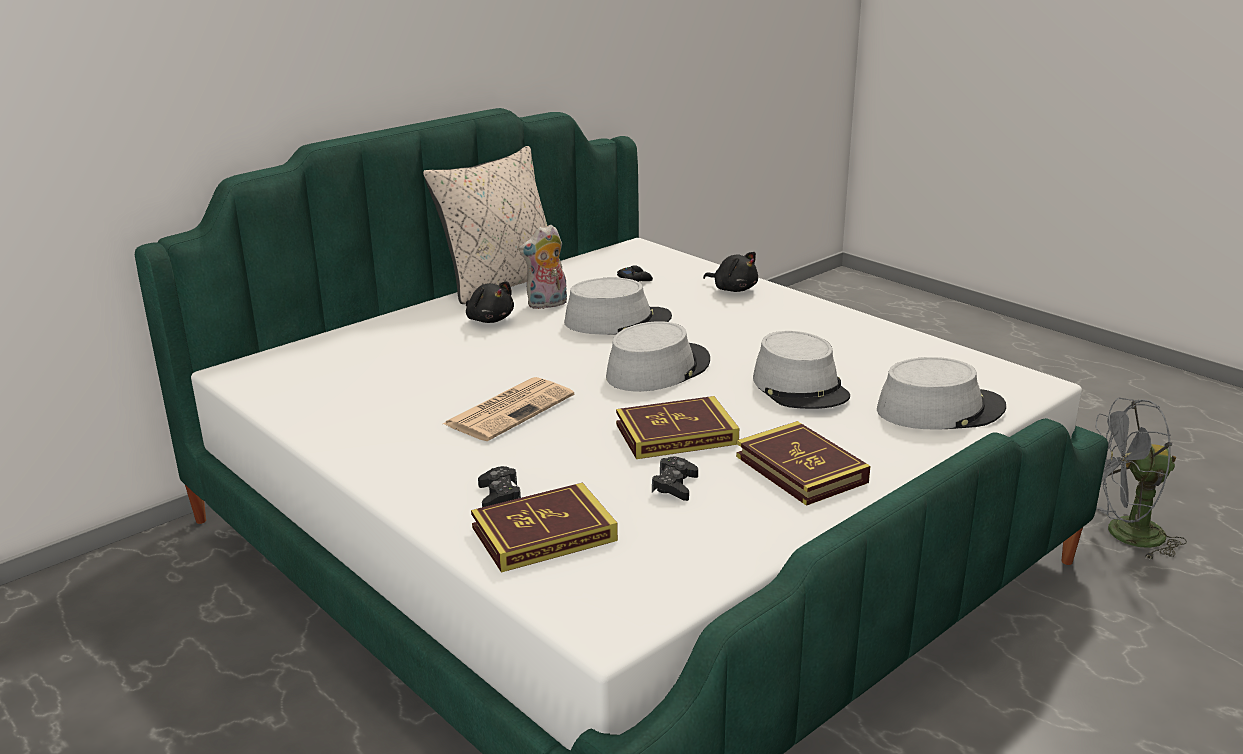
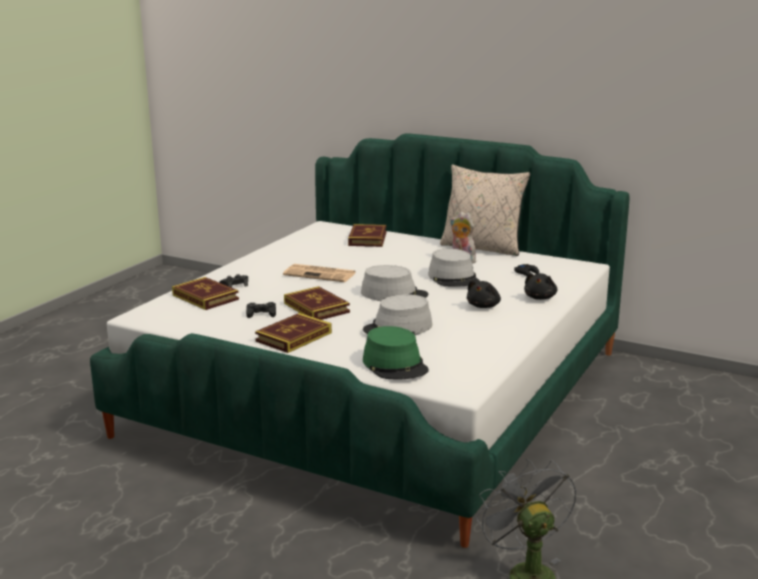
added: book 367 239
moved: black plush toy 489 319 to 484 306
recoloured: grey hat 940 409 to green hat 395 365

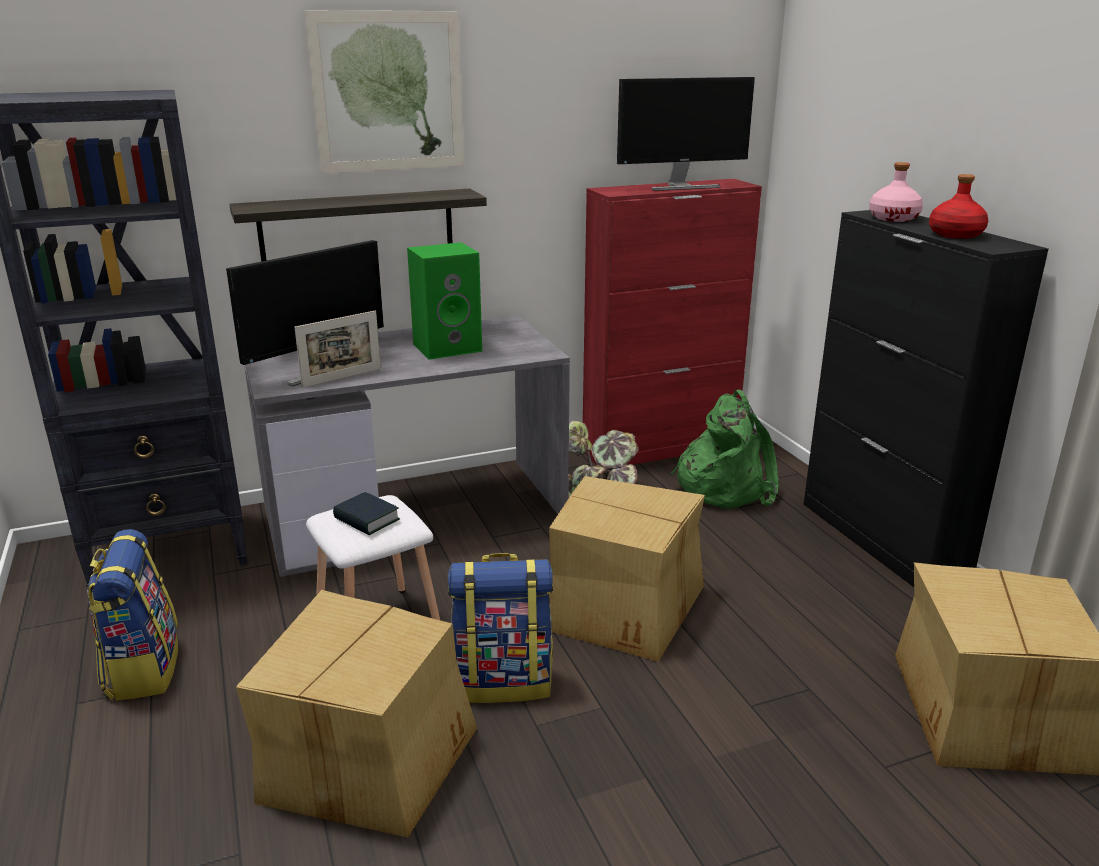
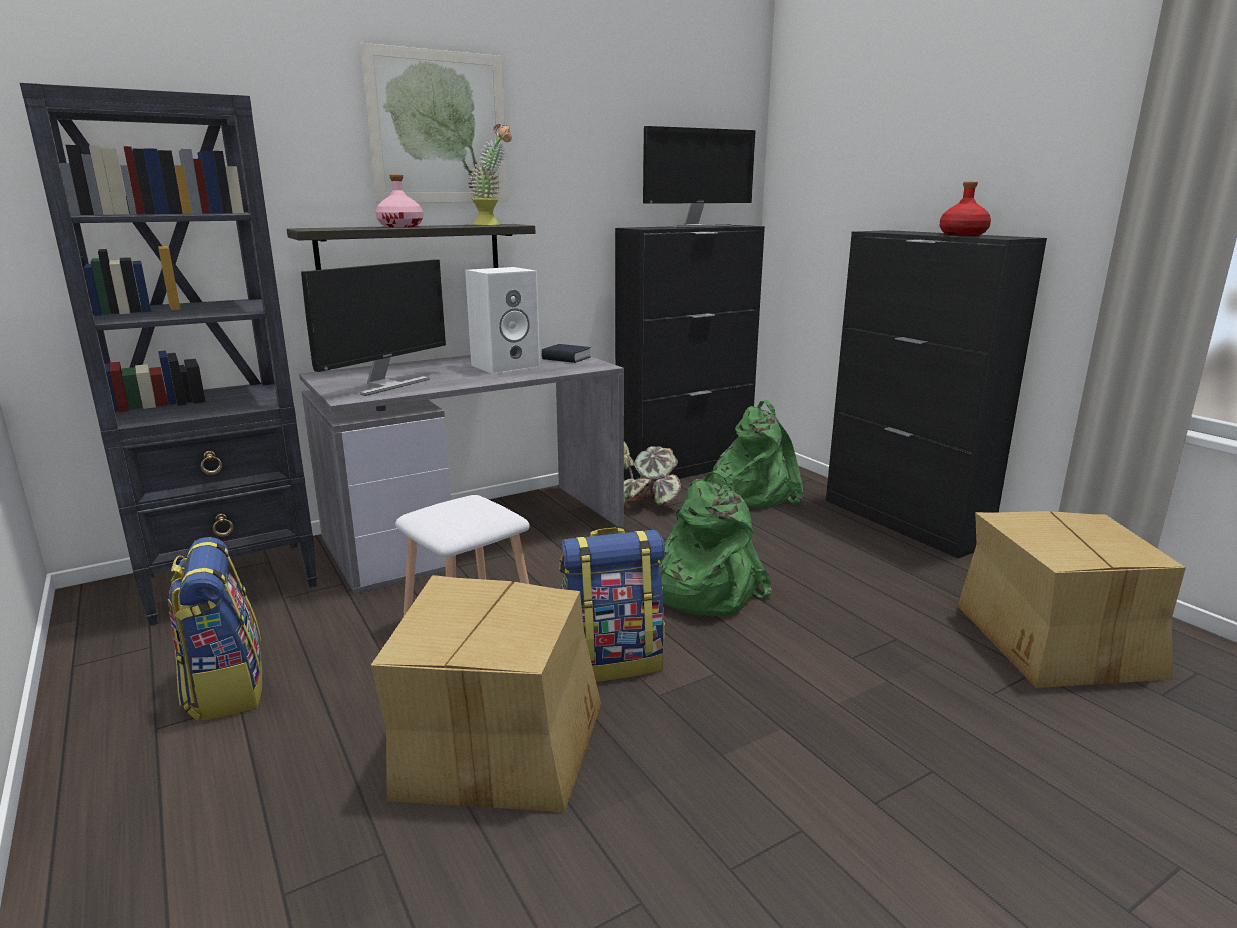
removed: picture frame 342 378
added: potted plant 493 224
moved: book 366 519 to 566 358; pink bottle 893 218 to 401 226
replaced: cardboard box 623 606 to green backpack 701 590
recoloured: green speaker 448 347 to white speaker 506 365; red cabinet 661 448 to black cabinet 685 468

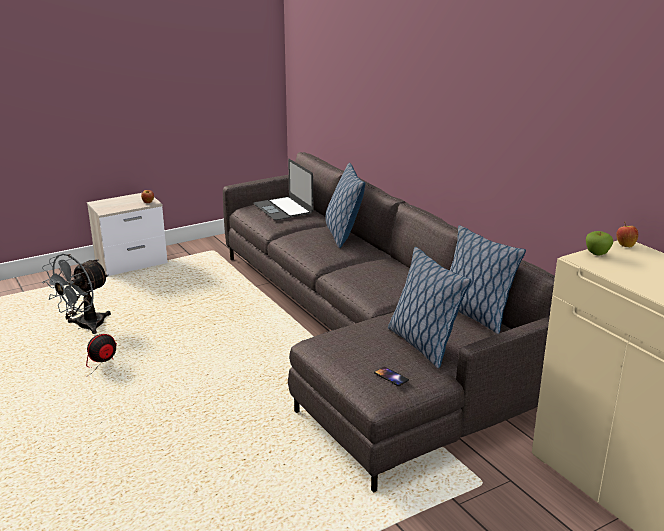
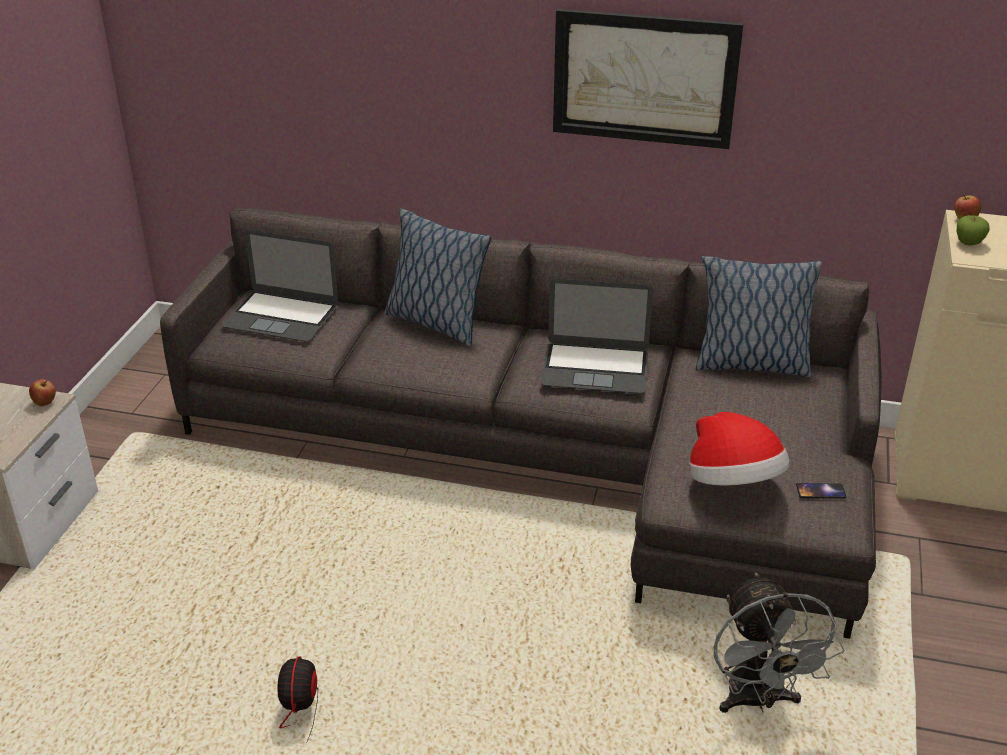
removed: pillow 422 344
added: laptop 595 368; picture 644 78; hat 733 483
moved: grey fan 84 327 to 757 701

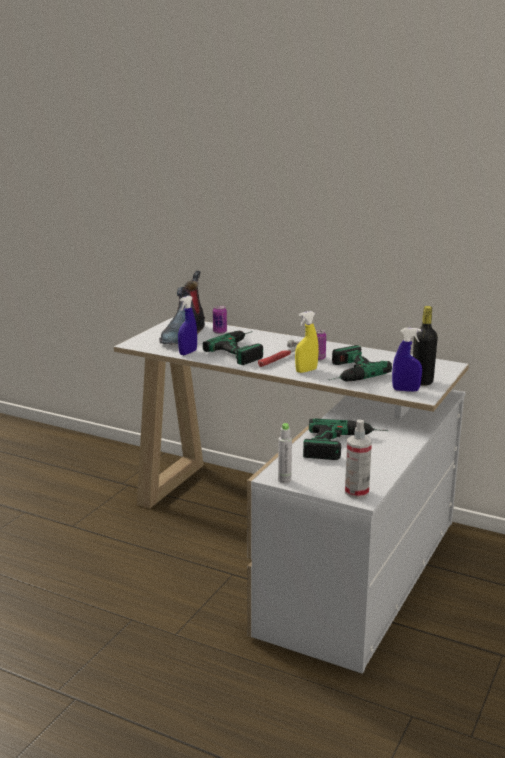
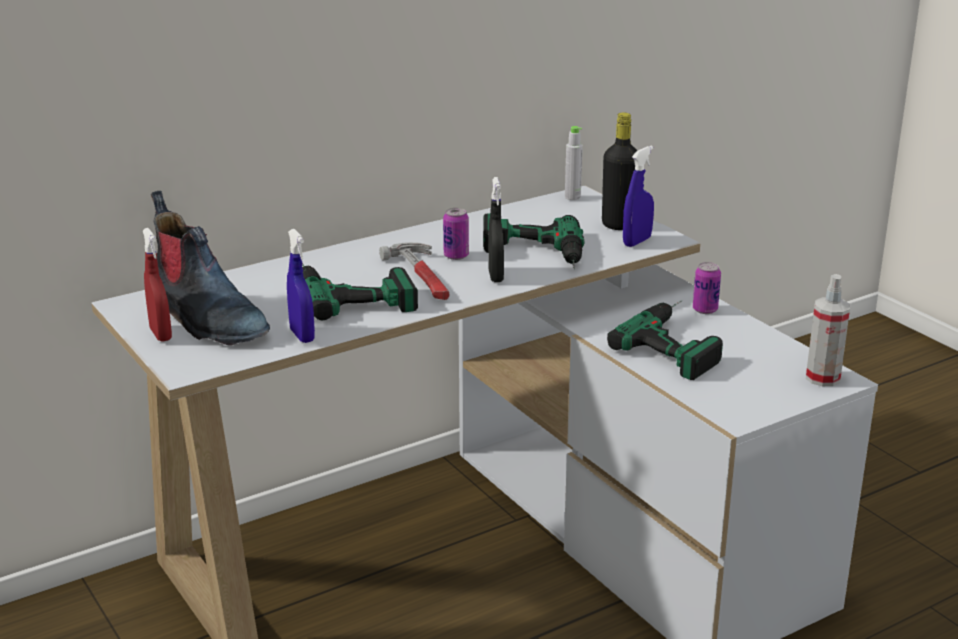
added: red spray bottle 160 334
moved: can 220 332 to 705 310; grey bottle 284 480 to 572 197
recoloured: yellow spray bottle 306 371 to black spray bottle 495 276

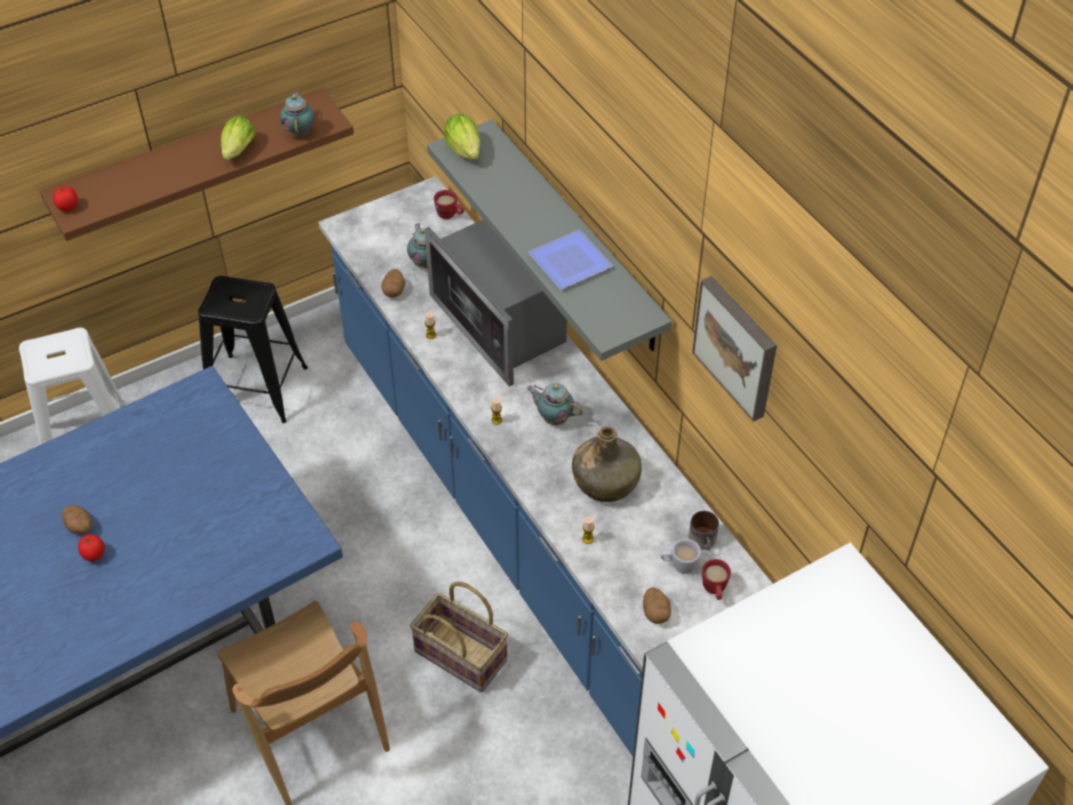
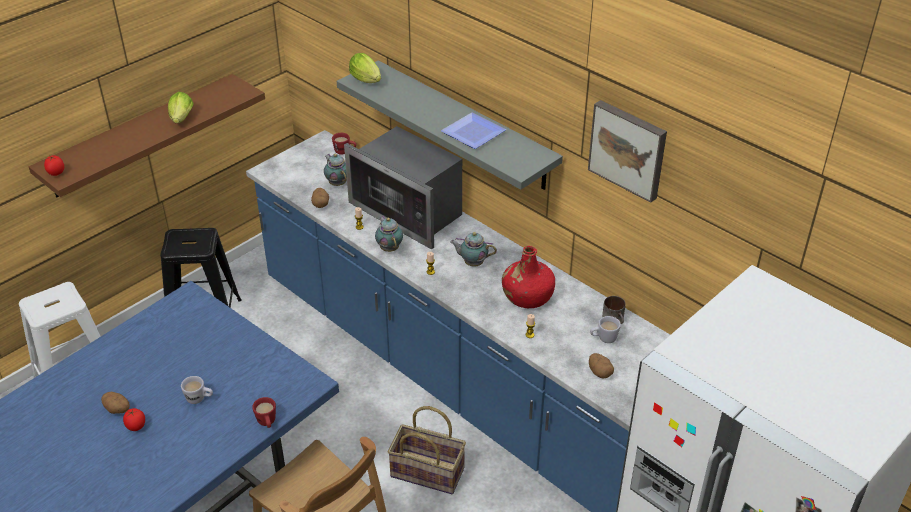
added: white mug 199 399
moved: teapot 300 132 to 389 248; red mug 714 590 to 267 423
recoloured: green bottle 606 482 to red bottle 527 296

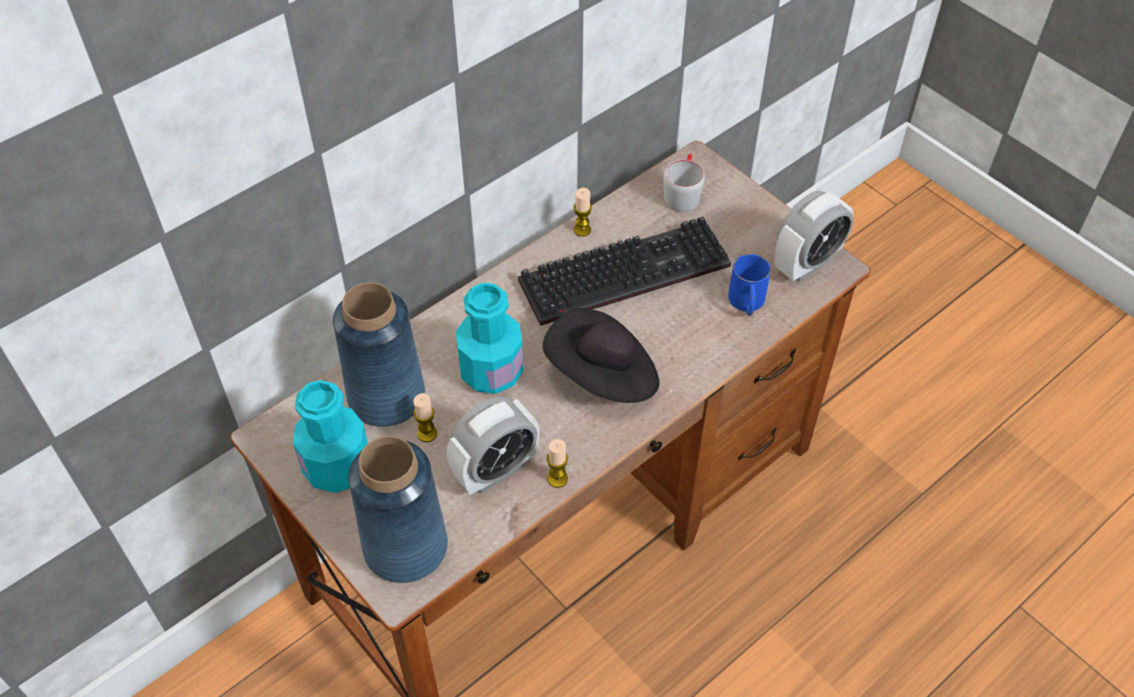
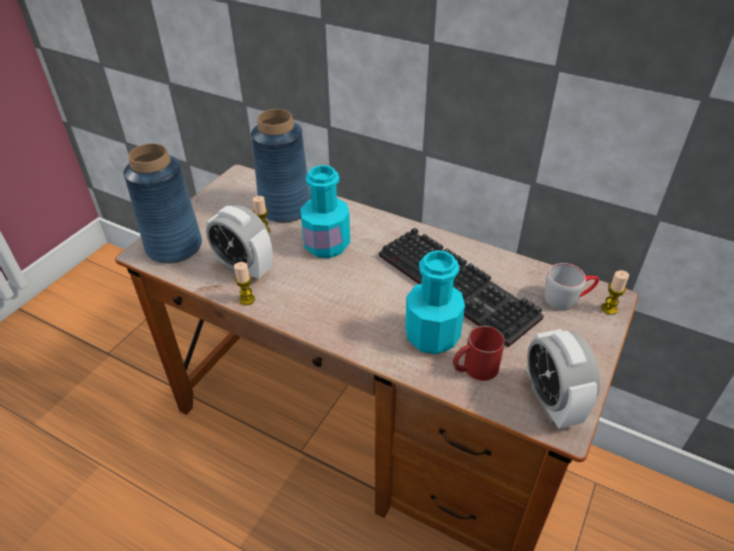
removed: black hat 603 376
moved: turquoise bottle 337 467 to 432 336; candle 582 230 to 609 308
recoloured: blue mug 747 303 to red mug 474 368
turned: alarm clock 807 263 = 551 402 45 degrees clockwise

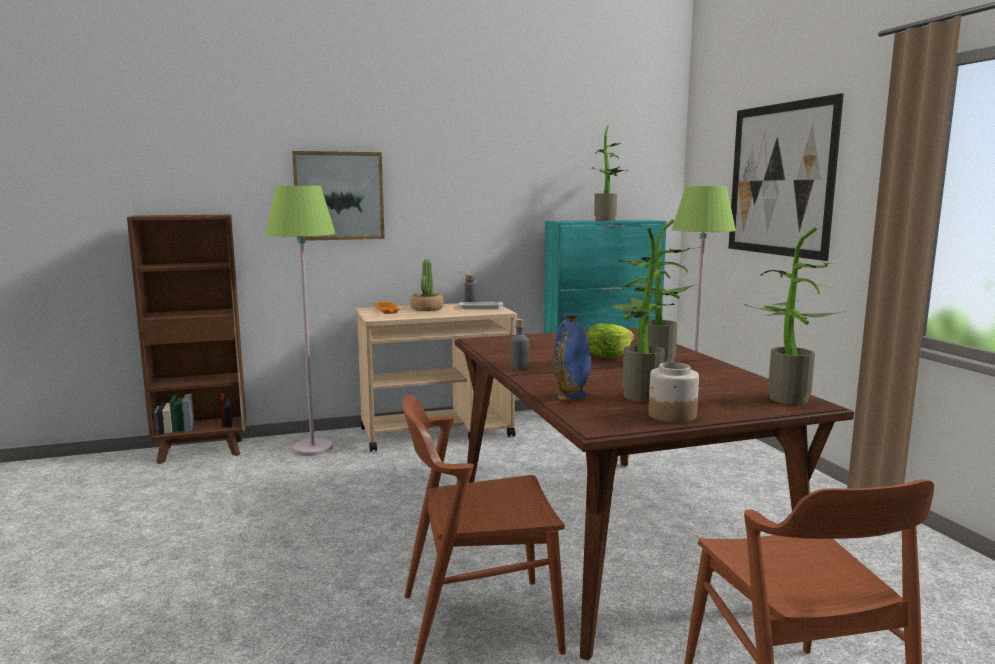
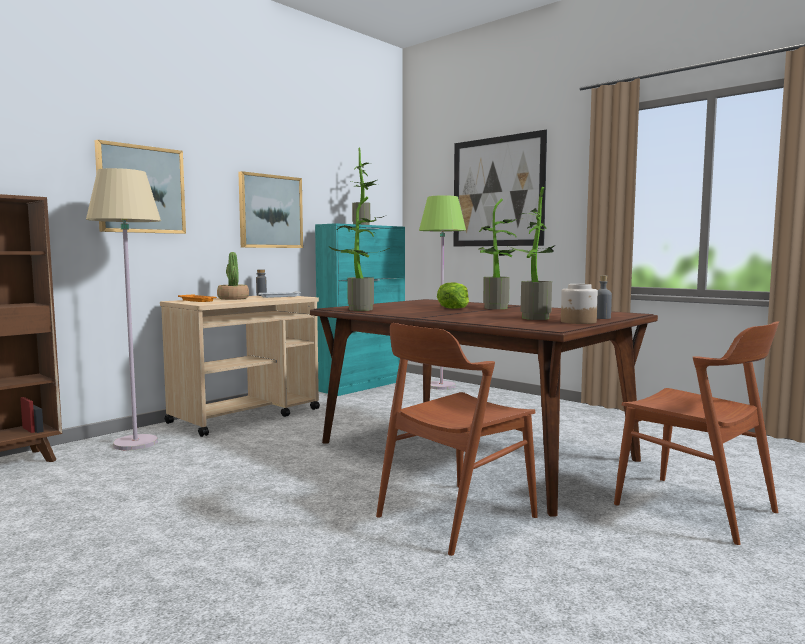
removed: blue vase 572 397
added: picture 270 211
moved: grey bottle 519 367 to 602 318; potted plant 784 400 to 358 310
recoloured: green floor lamp 312 448 to beige floor lamp 136 443

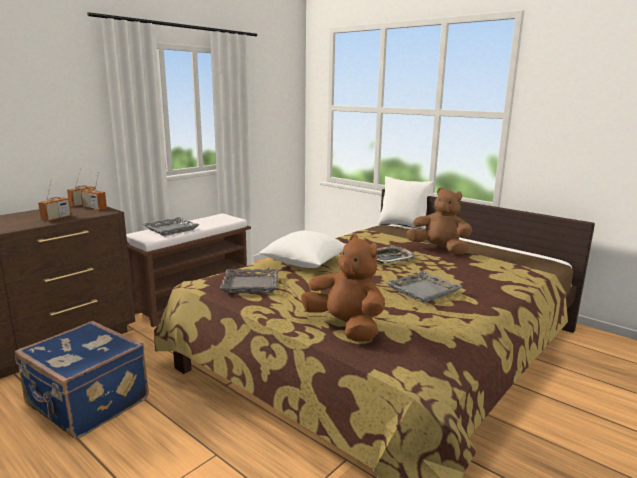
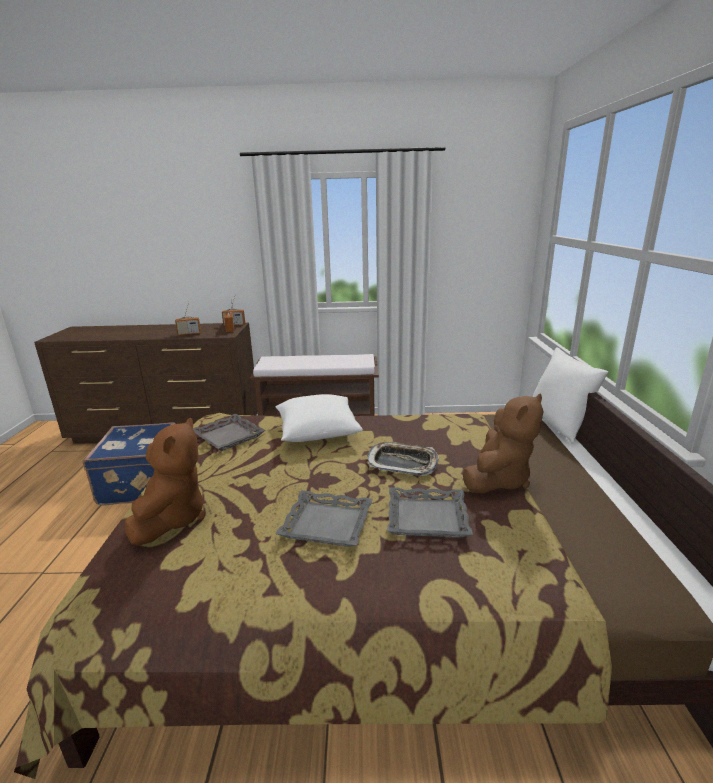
moved: grey tray 171 229 to 427 518
turned: brown plush toy 439 249 = 498 479 45 degrees clockwise

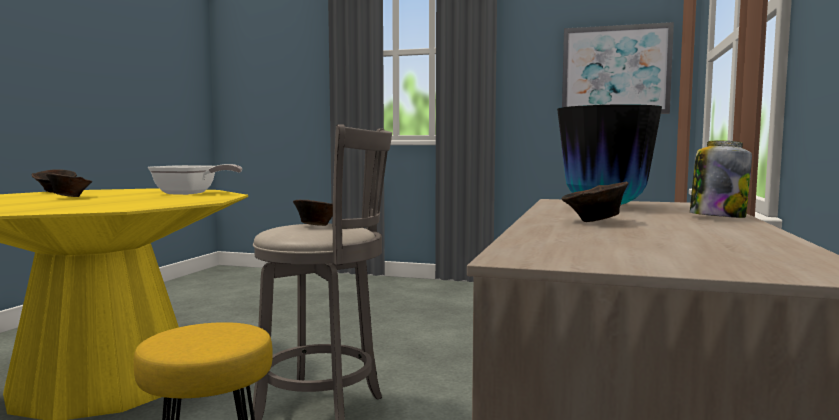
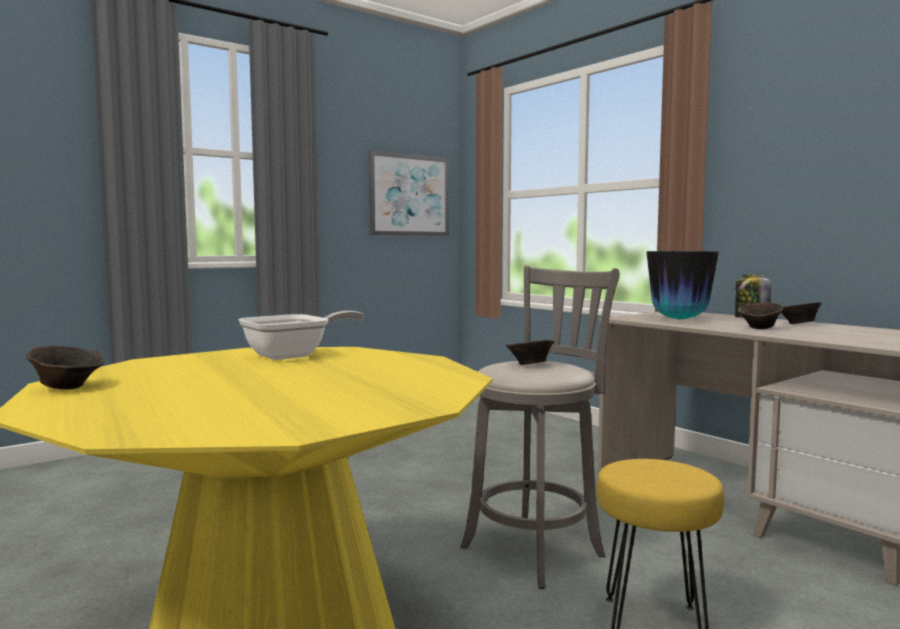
moved: brown bowl 70 197 to 798 324

